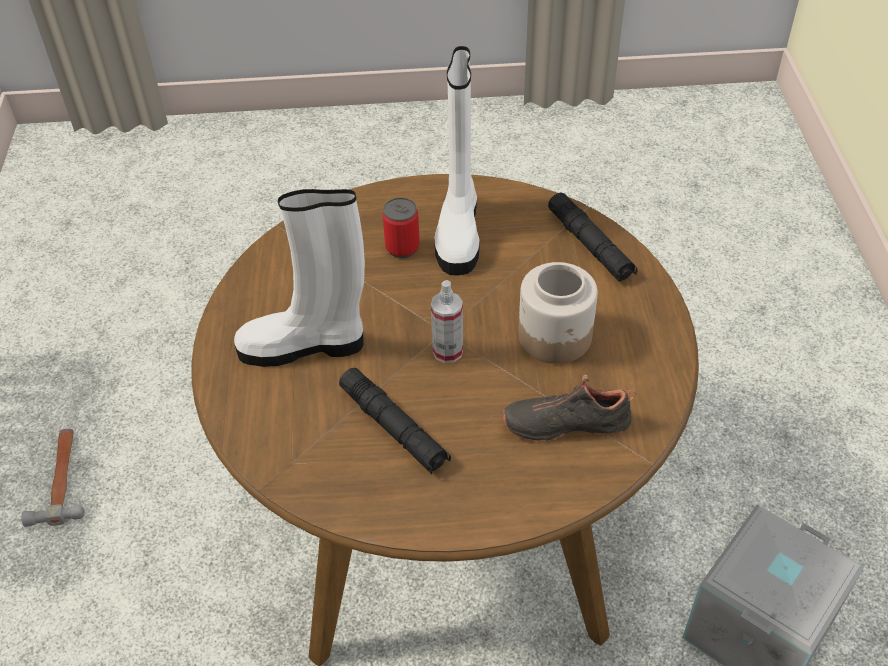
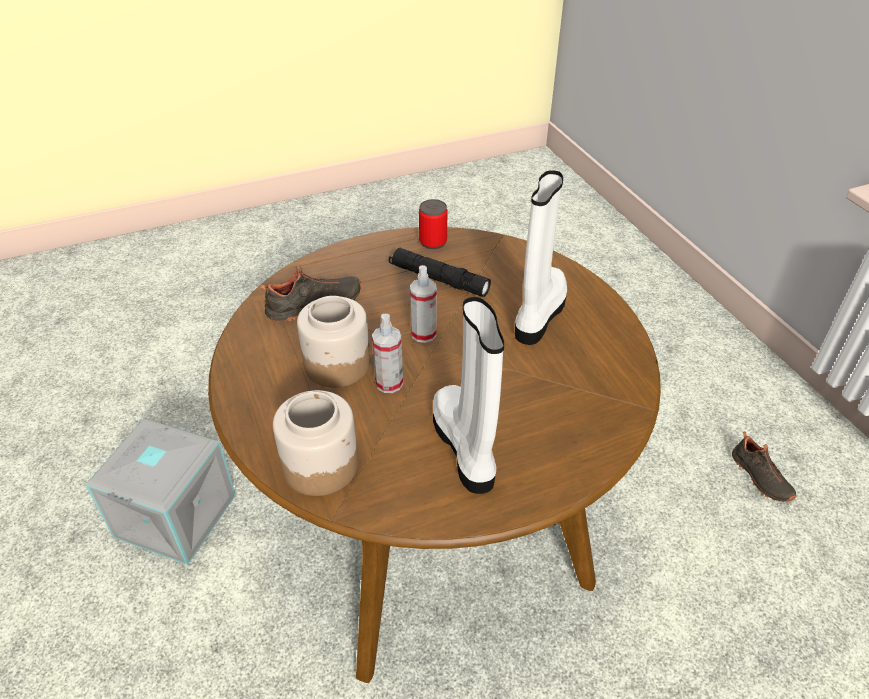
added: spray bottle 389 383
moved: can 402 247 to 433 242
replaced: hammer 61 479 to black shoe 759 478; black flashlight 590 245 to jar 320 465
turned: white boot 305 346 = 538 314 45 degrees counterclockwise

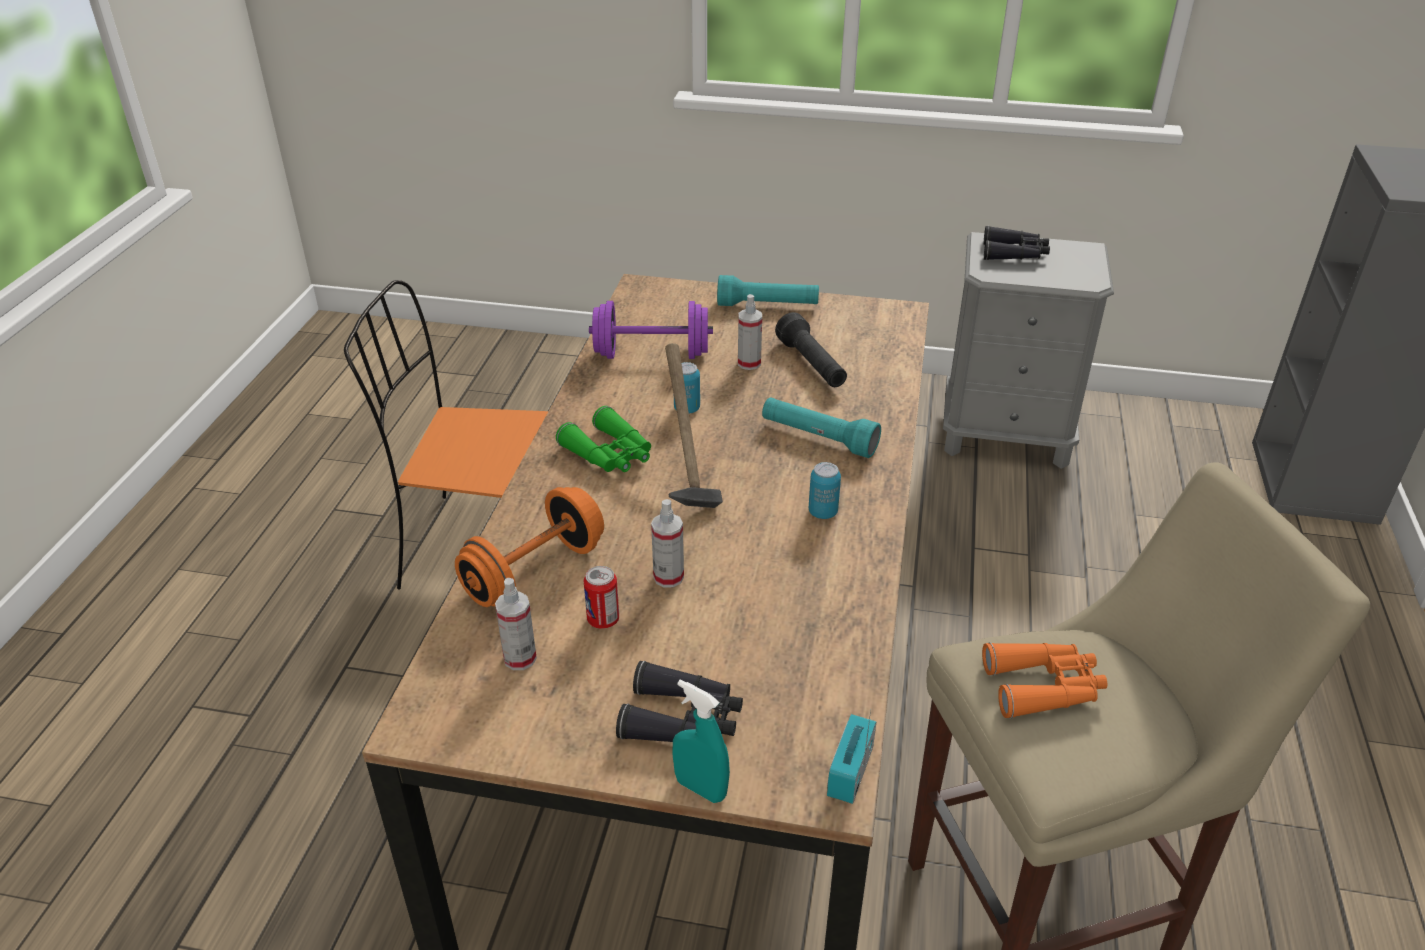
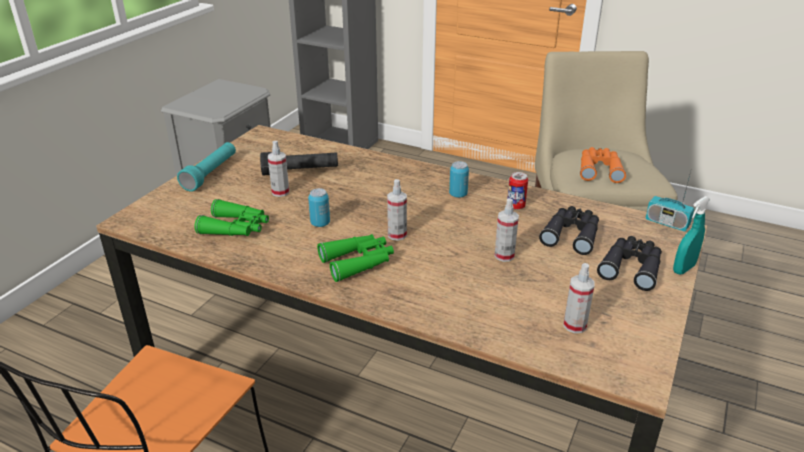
removed: orange dumbbell 534 572; turquoise flashlight 818 438
moved: can 603 620 to 515 206; black binoculars 1015 253 to 571 235
replaced: purple dumbbell 652 354 to green binoculars 236 228; hammer 684 473 to spray bottle 397 235

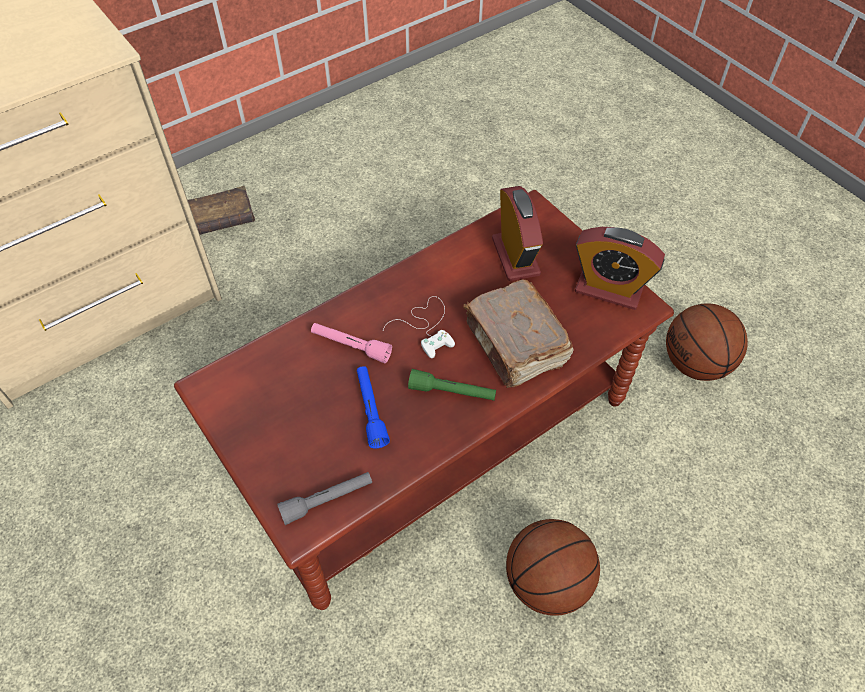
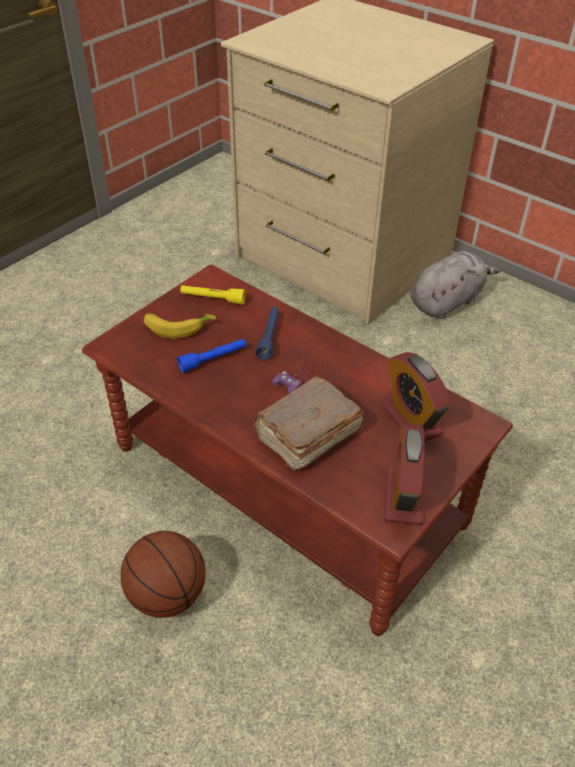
removed: grey flashlight 327 500; green flashlight 452 392; basketball 696 364
added: banana 177 327; yellow flashlight 213 299
replaced: brown book 219 220 to grey plush toy 447 301
recoloured: pink flashlight 351 346 to blue flashlight 269 337; white game controller 427 326 to purple game controller 305 376
turned: alarm clock 515 256 = 412 420 90 degrees clockwise

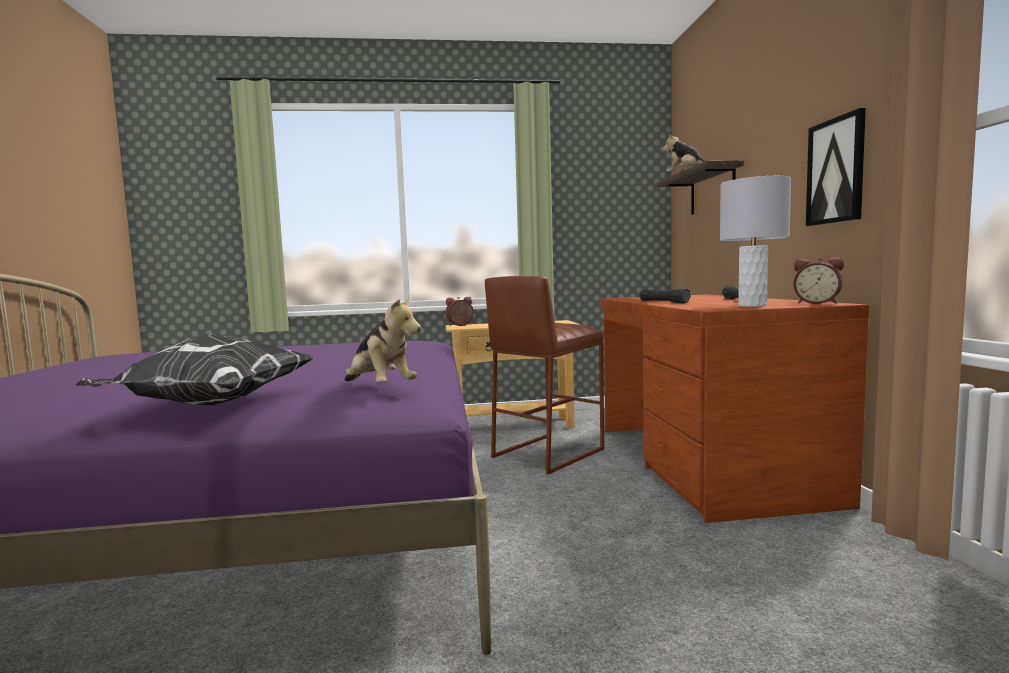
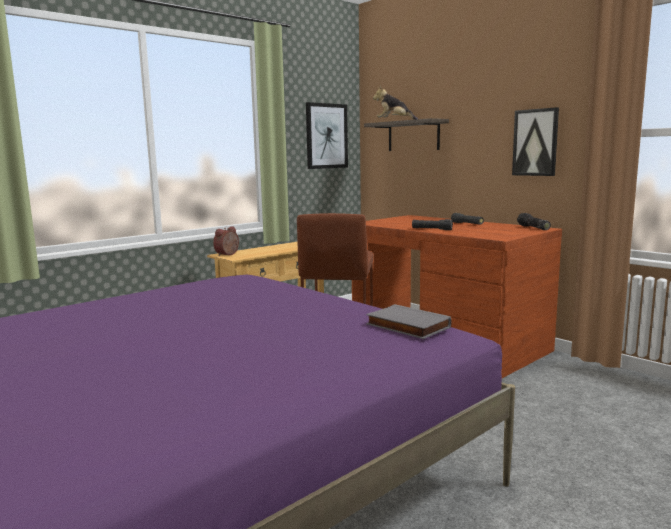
removed: pillow 210 405; grey table lamp 752 305
added: picture 326 136
replaced: plush toy 380 388 to grey book 406 326; alarm clock 817 303 to flashlight 532 228

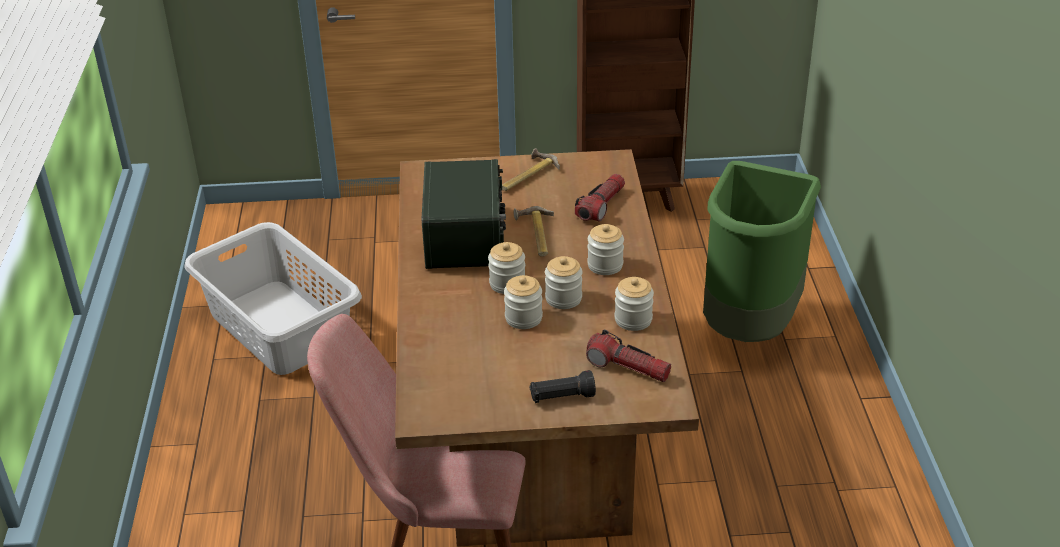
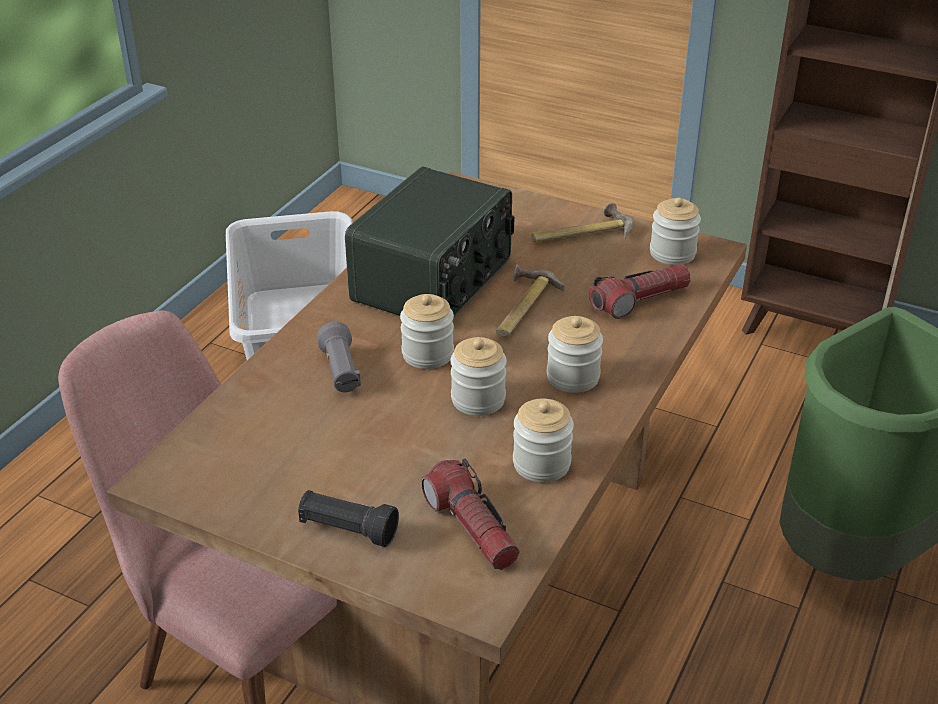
added: grey flashlight 341 372
moved: jar 523 318 to 672 253

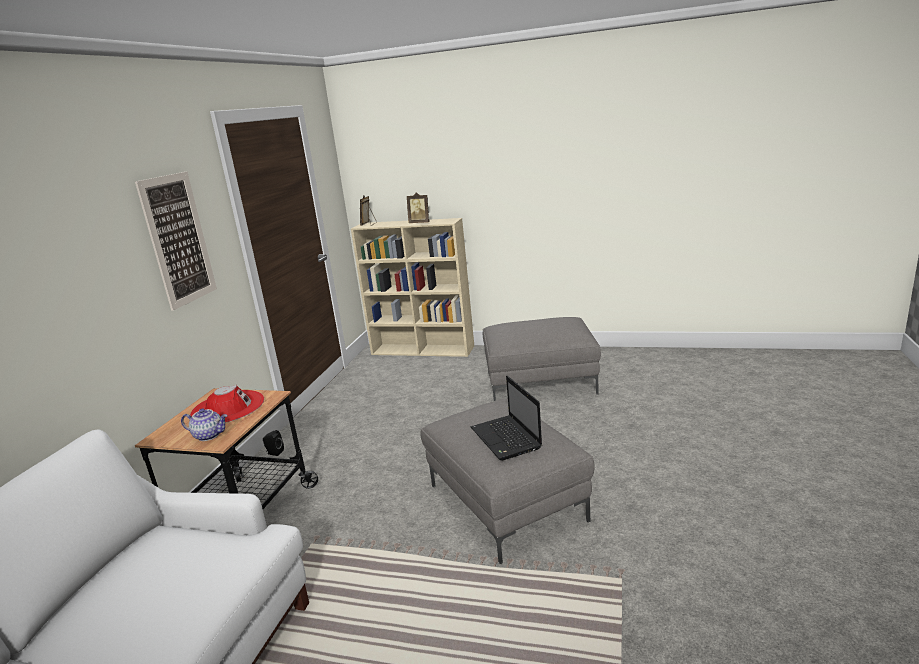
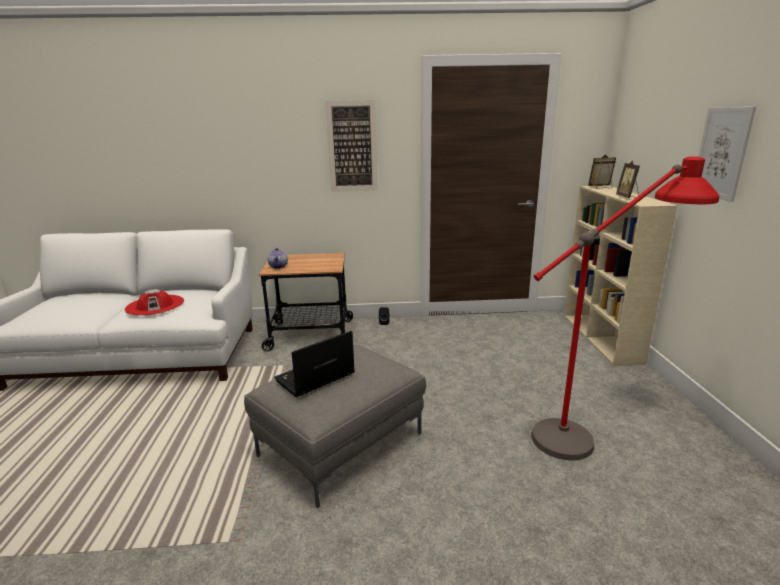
added: picture 722 153
moved: red hat 228 407 to 155 305
replaced: grey ottoman 541 382 to red floor lamp 595 429

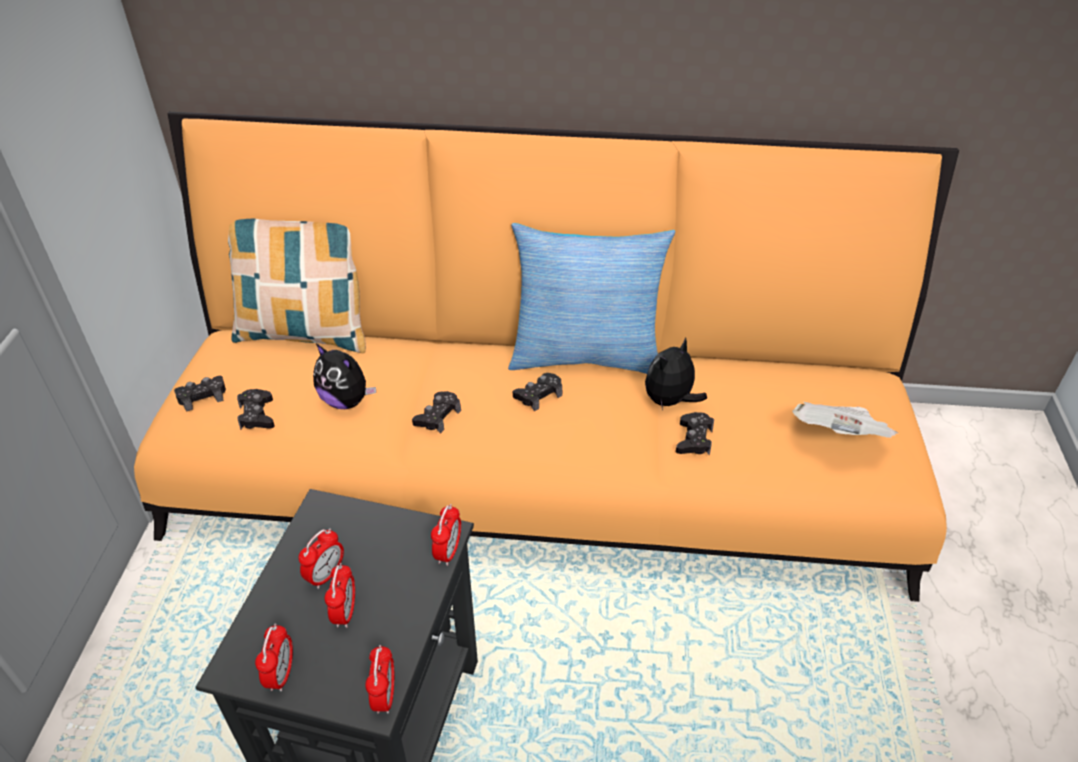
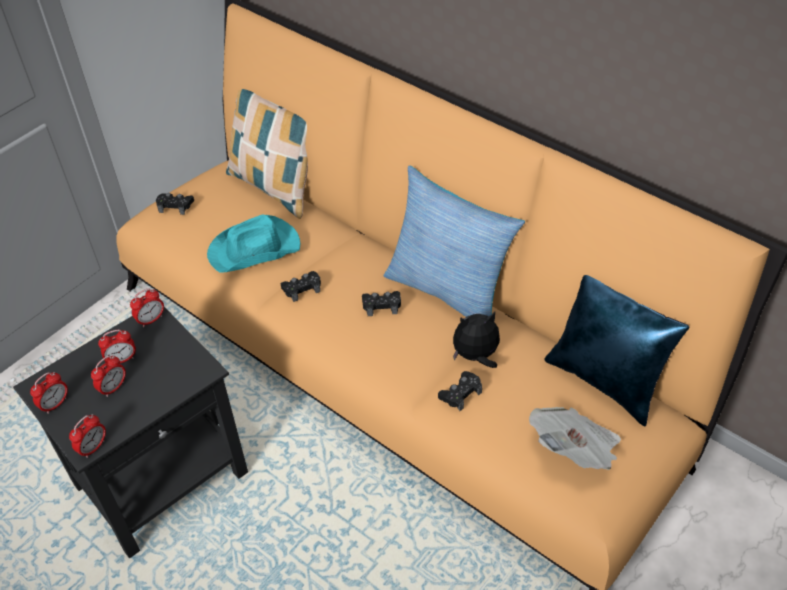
removed: black game controller 257 415
added: blue pillow 605 380
moved: alarm clock 448 552 to 151 320
replaced: plush toy 346 400 to turquoise hat 255 249

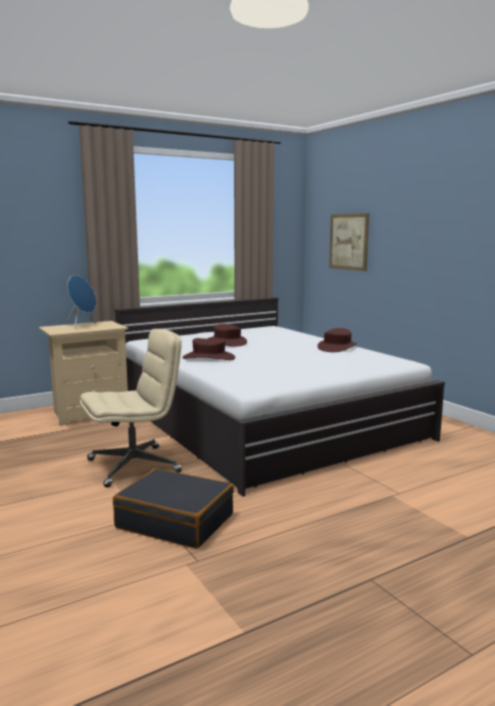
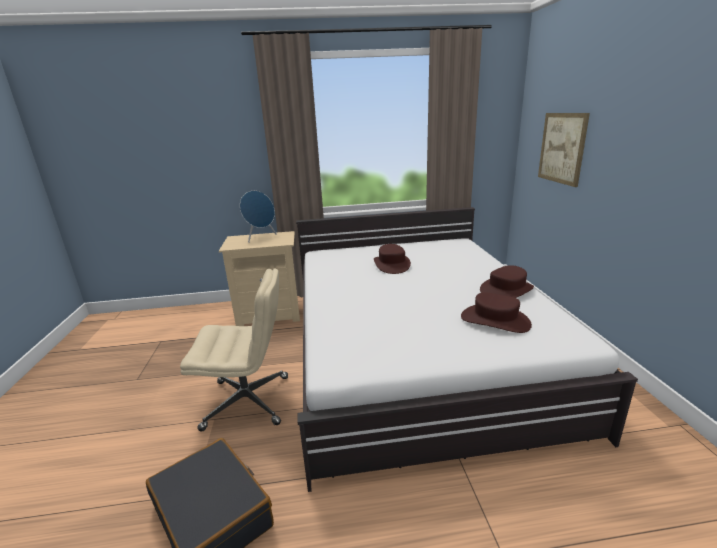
moved: brown hat 209 358 to 495 320

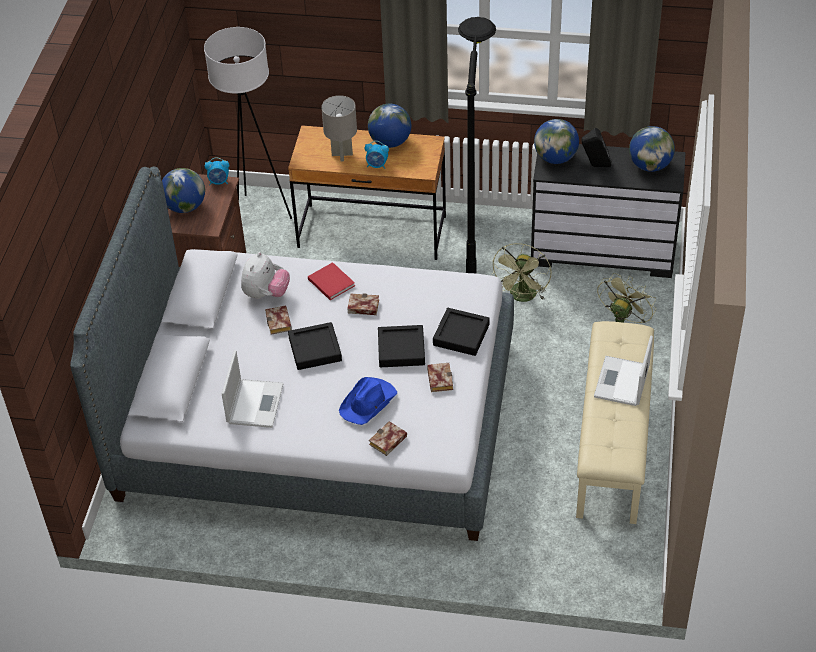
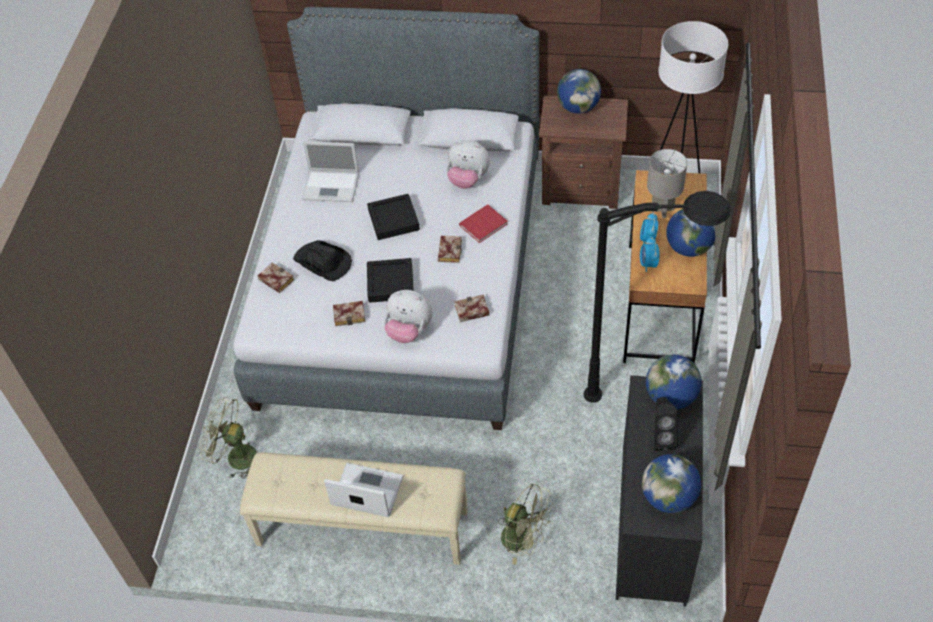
moved: alarm clock 219 182 to 648 264; book 280 323 to 470 312; green fan 522 297 to 235 457
replaced: black tray 461 335 to plush toy 409 330
recoloured: blue hat 369 402 to black hat 323 262

